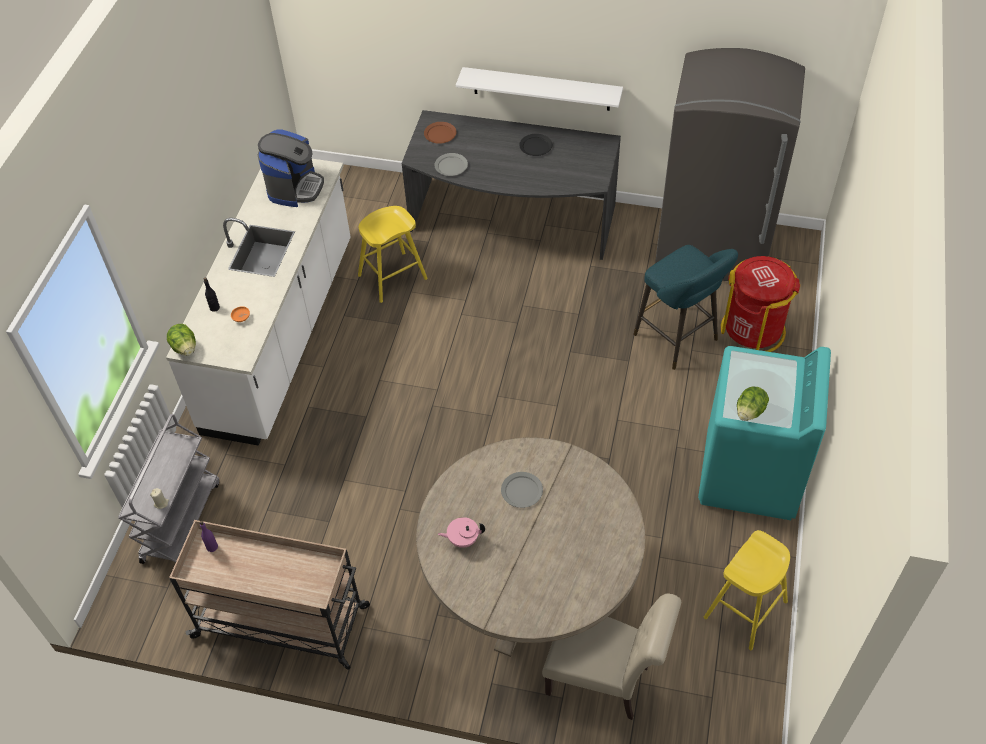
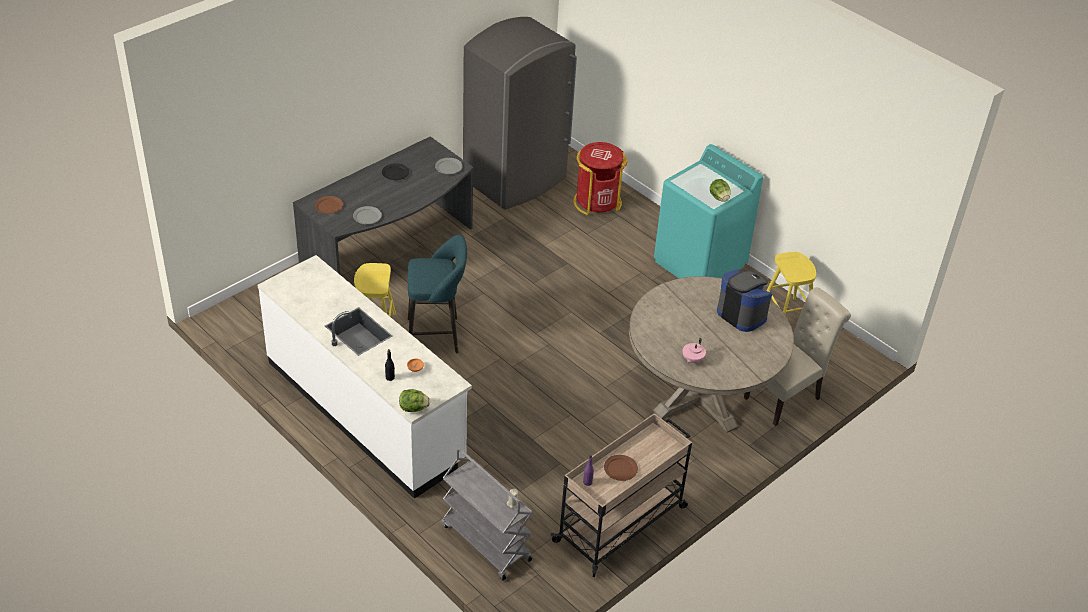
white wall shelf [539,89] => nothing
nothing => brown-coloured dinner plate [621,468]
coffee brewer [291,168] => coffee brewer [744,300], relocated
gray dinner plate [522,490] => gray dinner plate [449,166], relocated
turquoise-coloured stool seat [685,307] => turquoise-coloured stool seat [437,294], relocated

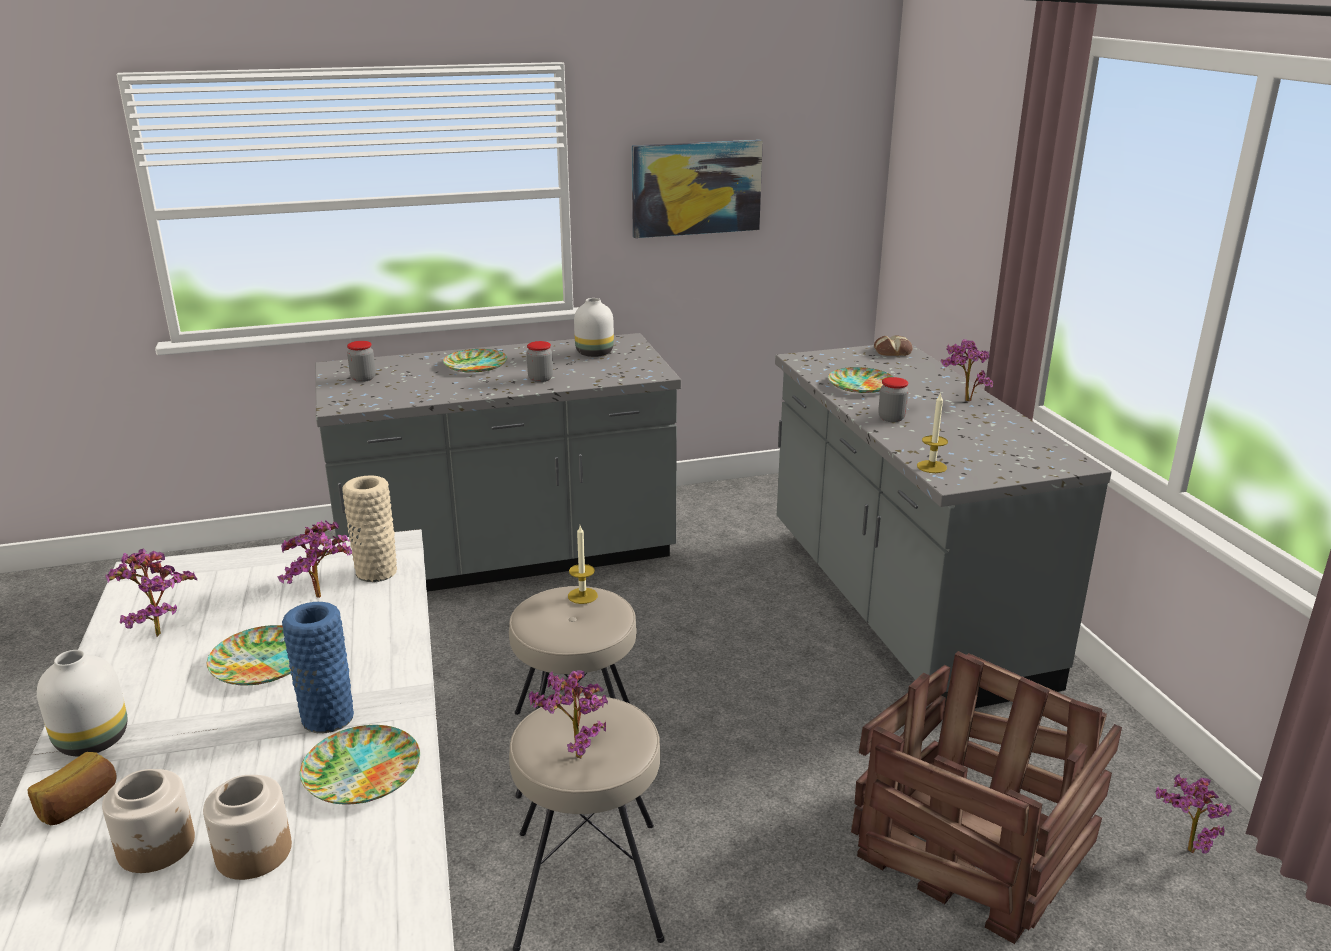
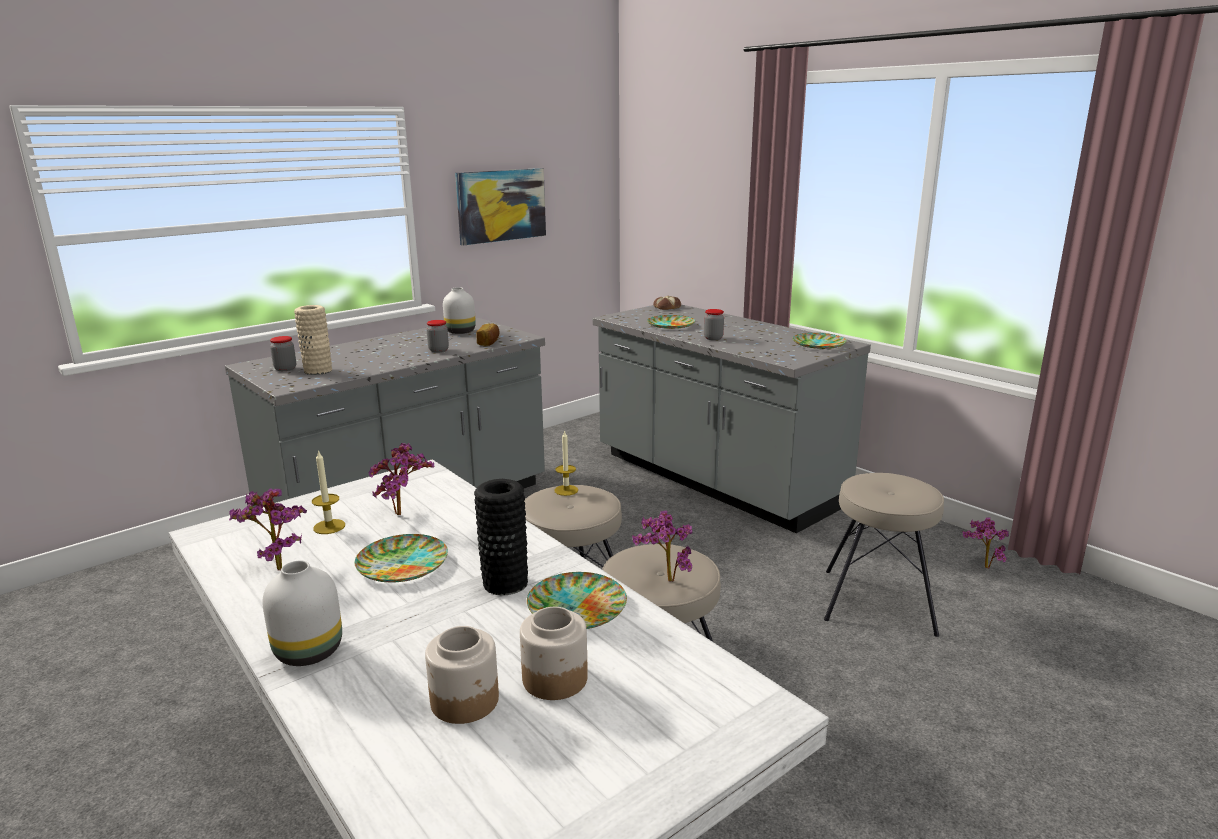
potted plant [967,370] => nothing
bakery bread [72,788] => bakery bread [487,334], relocated
beige-coloured vase [370,529] => beige-coloured vase [313,340], relocated
dinner plate [475,361] => dinner plate [819,341], relocated
candle [932,432] => candle [328,492], relocated
crate [986,797] => beige-coloured stool seat [884,555]
blue-coloured vase [318,667] => black vase [501,537]

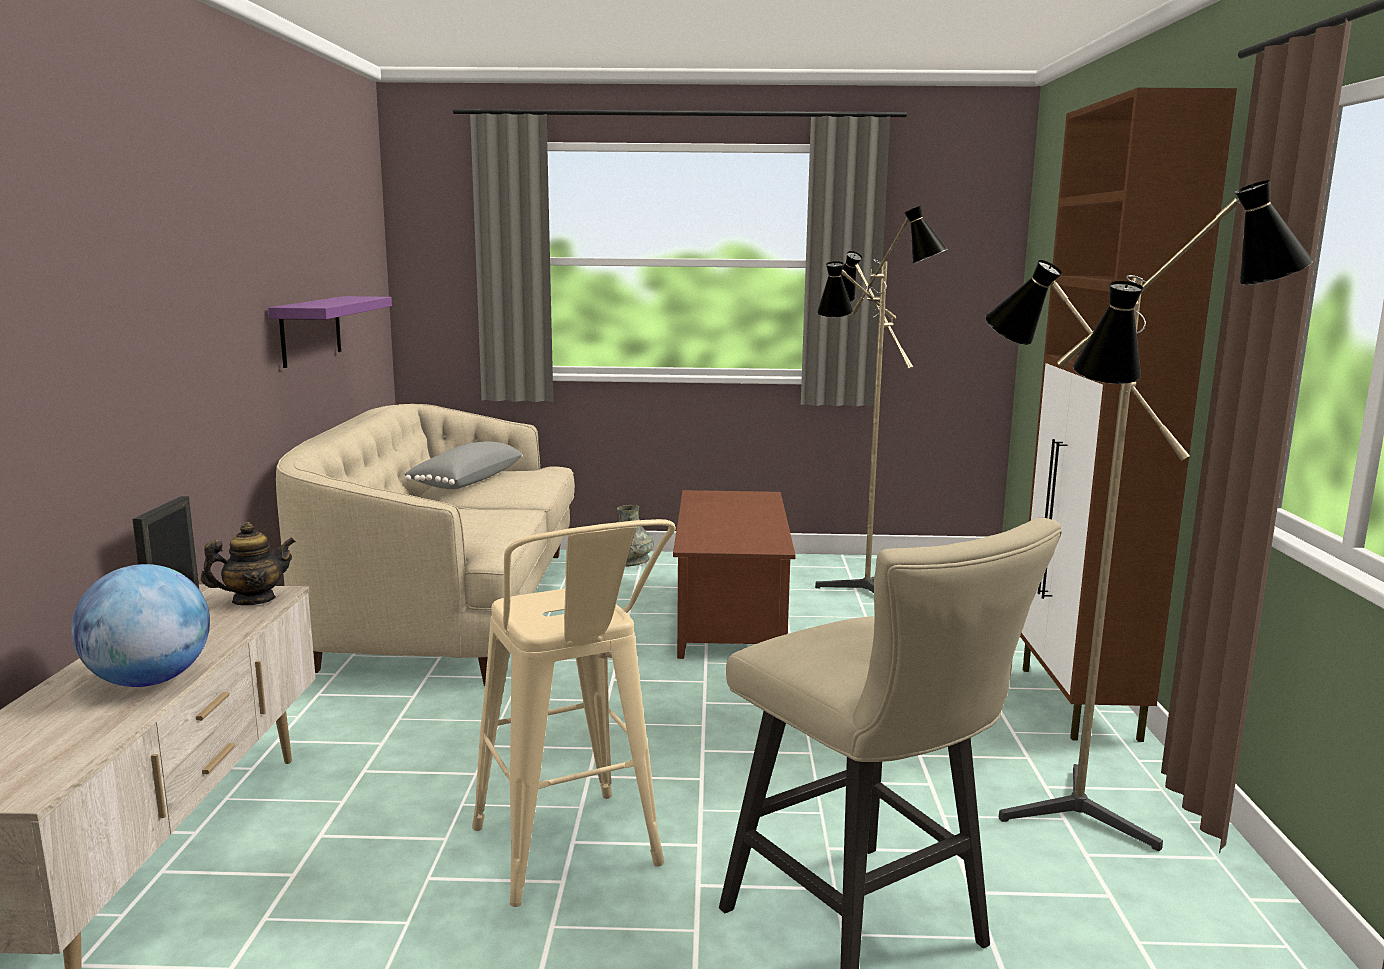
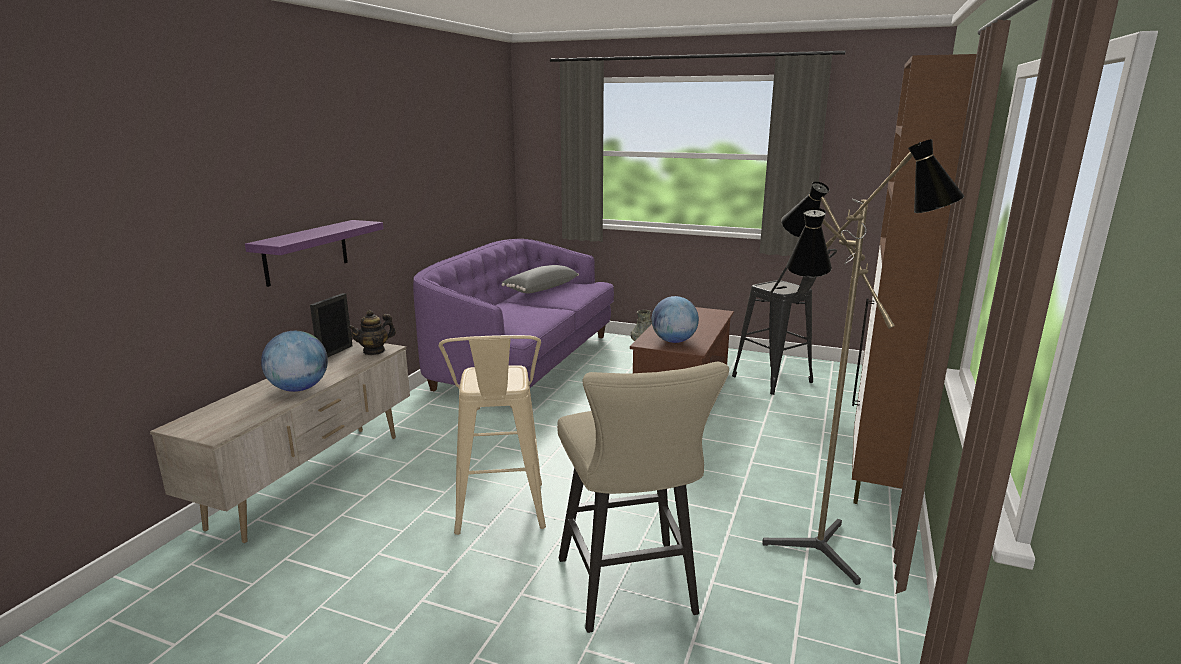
nothing => world globe [675,319]
purplish wall shelf [330,332] => purplish wall shelf [314,253], relocated
standing lamp [881,399] => black stool seat [784,322]
beige-coloured settee [425,545] => purplish settee [513,315]
teapot [248,563] => teapot [372,332], 150 degrees clockwise

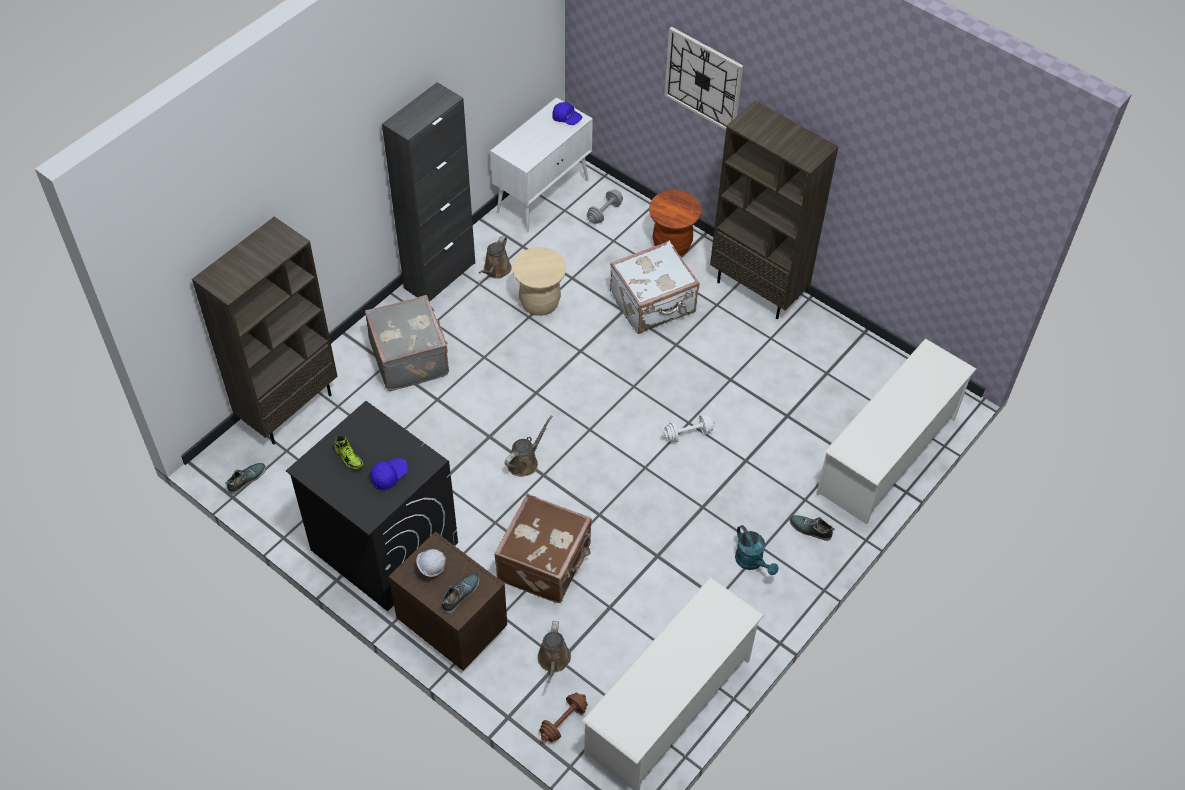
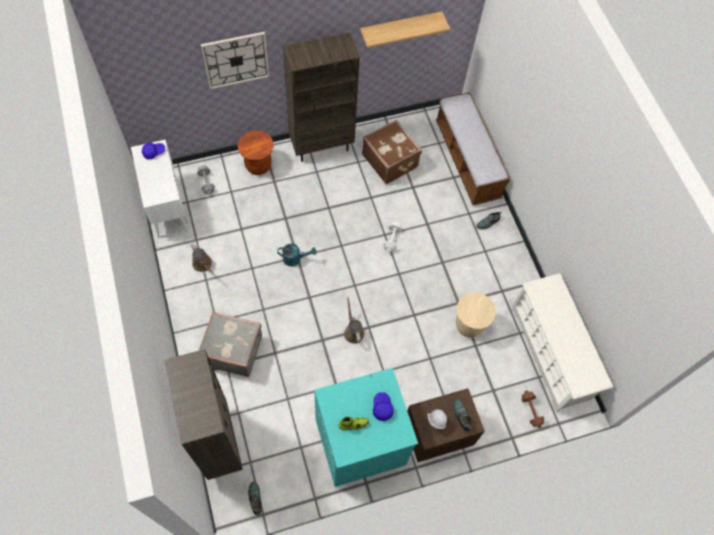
black storage cabinet [428,192] => nothing
brown-coloured watering can [554,652] => nothing
white piece of luggage [654,287] => nothing
nothing => wall shelf [405,29]
brown-coloured piece of luggage [543,548] => brown-coloured piece of luggage [392,152], relocated
beige-coloured stool seat [539,281] => beige-coloured stool seat [476,315], relocated
turquoise-coloured watering can [756,550] => turquoise-coloured watering can [297,255], relocated
white shoe rack [896,431] => long seat [473,148]
black laundry machine [372,506] => turquoise-coloured laundry machine [366,427]

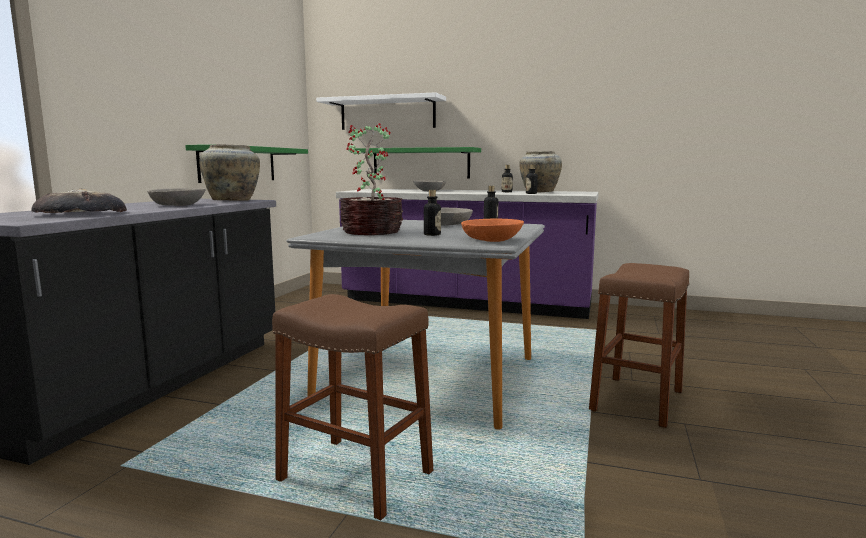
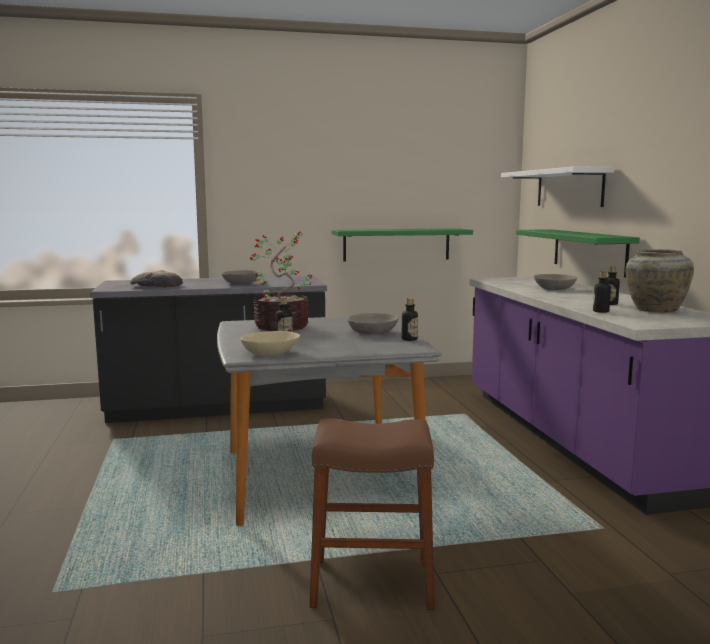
beige-coloured vase [230,172] => nothing
brown-coloured stool seat [352,407] => nothing
orange-coloured deep dish [492,230] => beige-coloured deep dish [270,343]

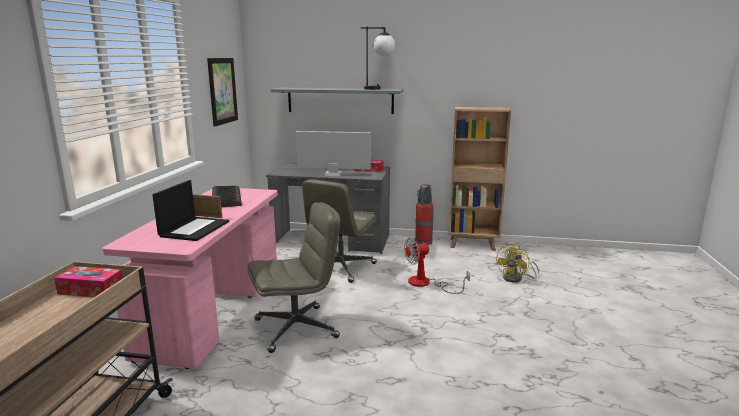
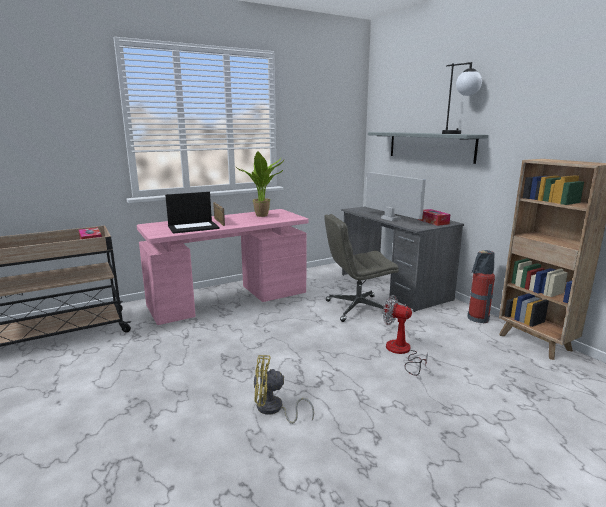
picture [222,92] => nothing
gray desk chair [293,277] => nothing
yellow-coloured cooling fan [517,263] => yellow-coloured cooling fan [284,389], relocated
keyboard [227,196] => potted plant [259,184]

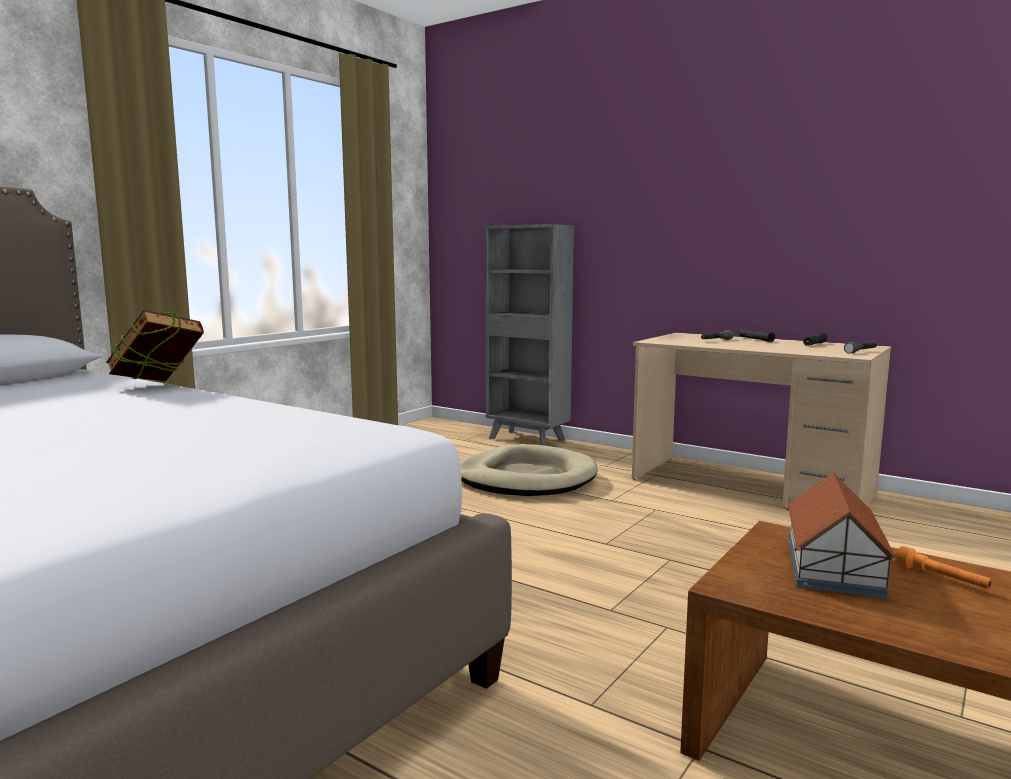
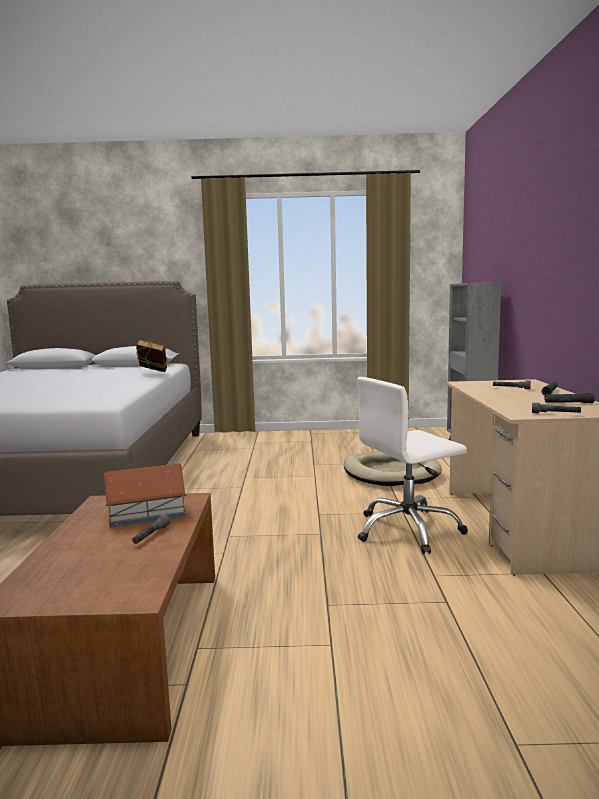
nothing => white desk chair [412,465]
orange-coloured hand torch [943,567] => gray hand torch [151,529]

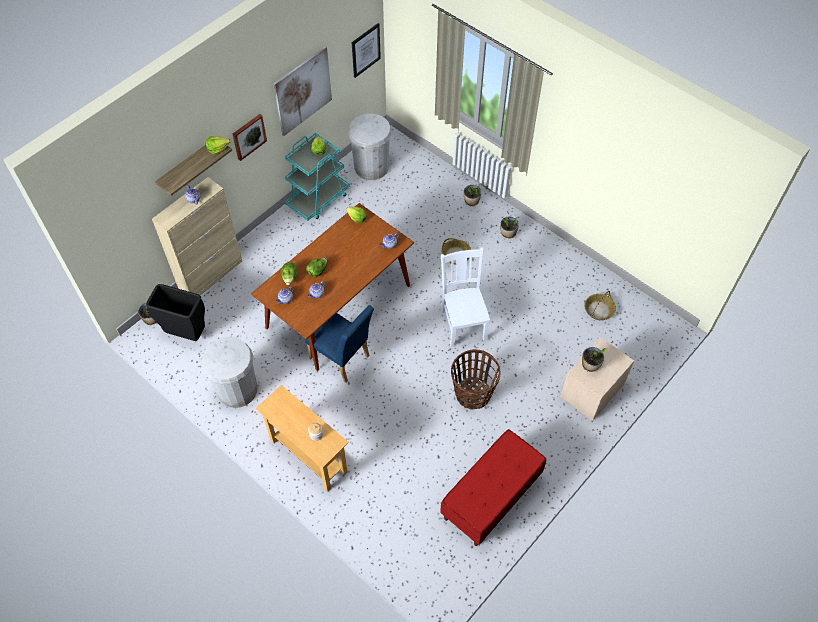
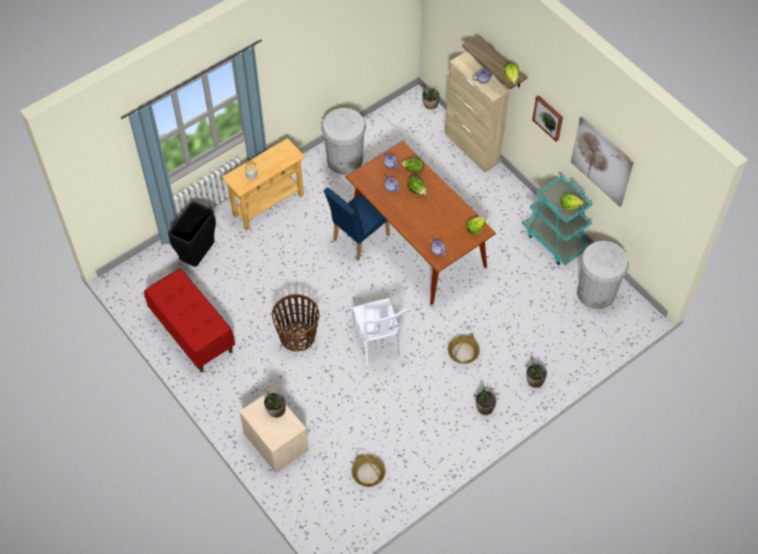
picture [366,50] => nothing
black rubbish bin [175,312] => black rubbish bin [192,234], relocated
white chair [465,297] => white chair [380,332], 75 degrees clockwise

